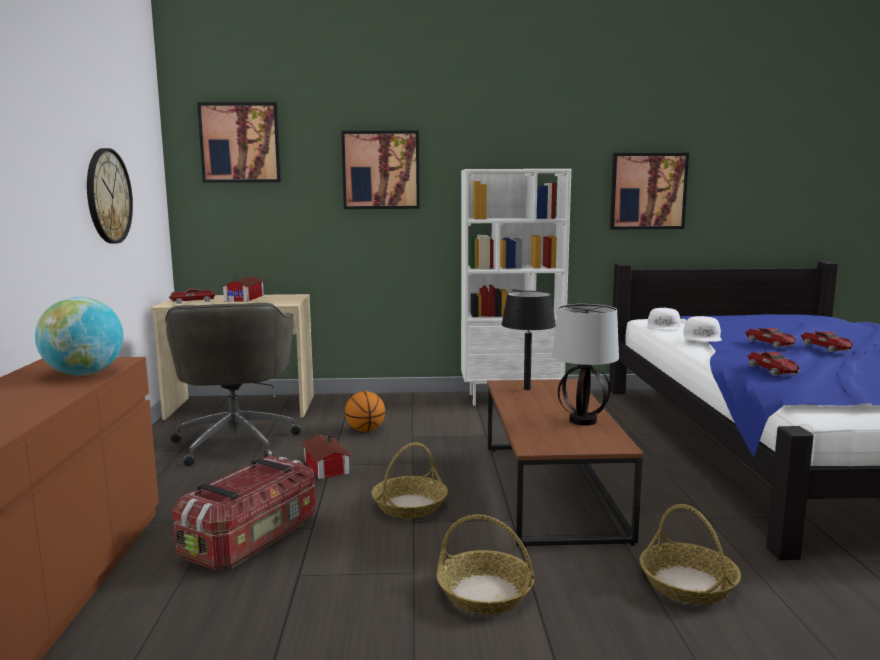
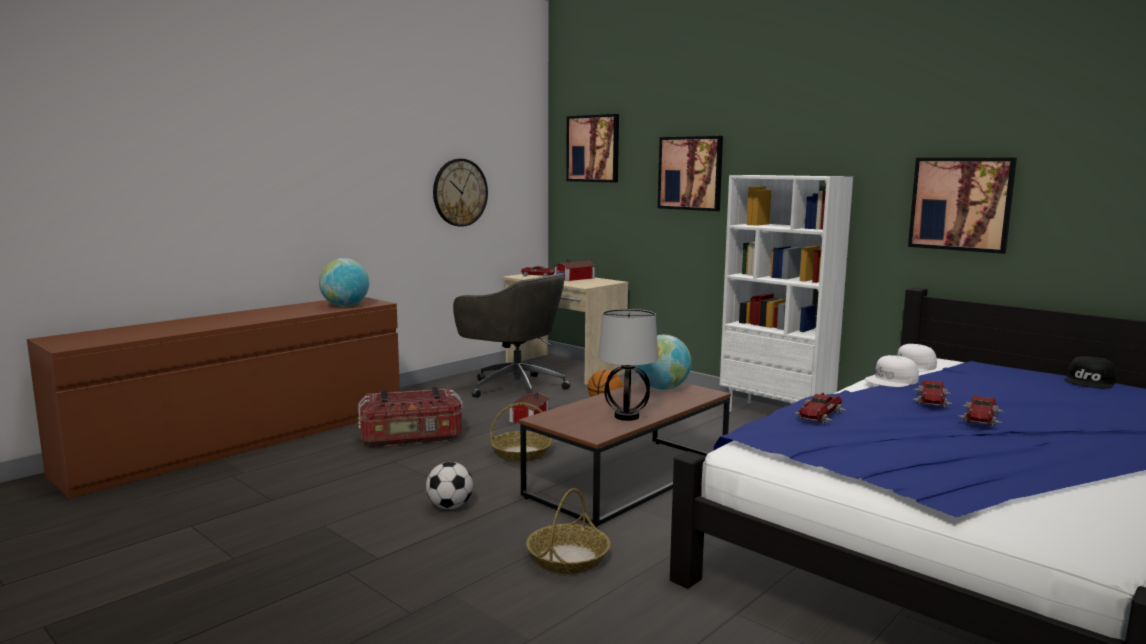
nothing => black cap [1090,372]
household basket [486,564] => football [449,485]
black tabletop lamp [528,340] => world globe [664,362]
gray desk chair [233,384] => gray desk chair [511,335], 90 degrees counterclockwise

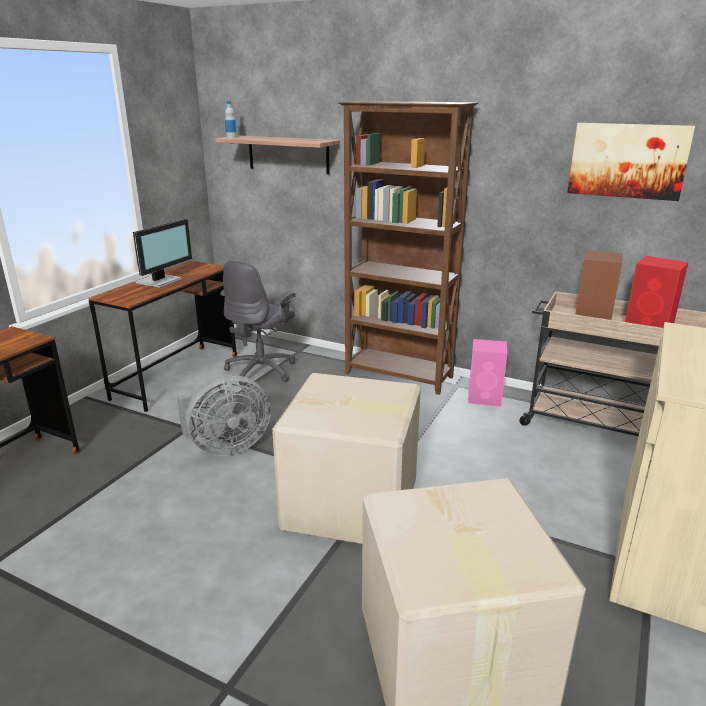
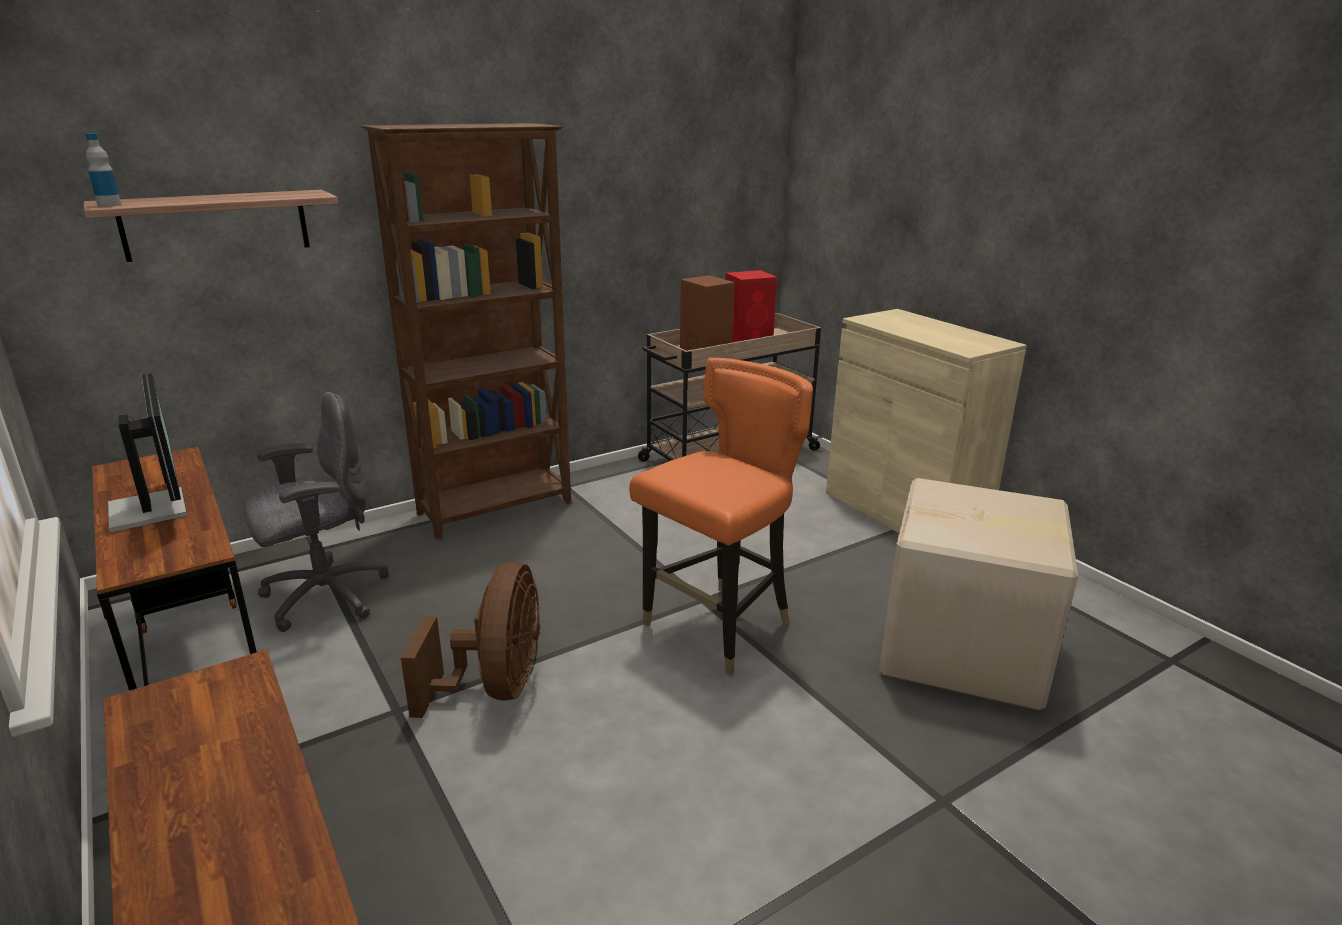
pinkish speaker [487,373] => nothing
picture [631,162] => nothing
carton [346,458] => orange-coloured chair [721,517]
gray cooling fan [224,415] => brown-coloured cooling fan [470,639]
gray desk chair [258,323] => gray desk chair [316,512], 90 degrees counterclockwise

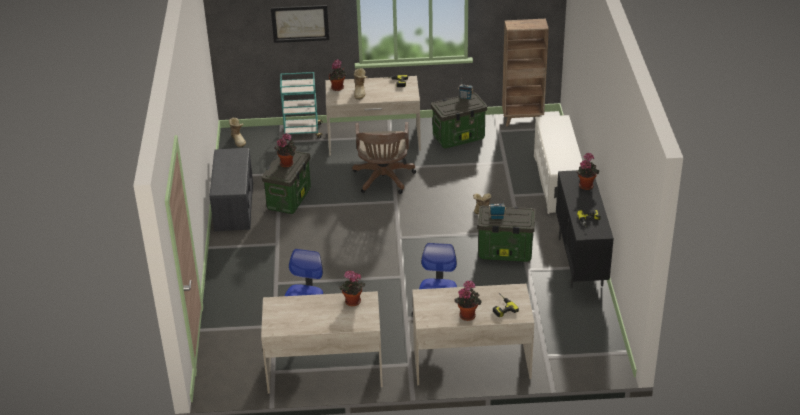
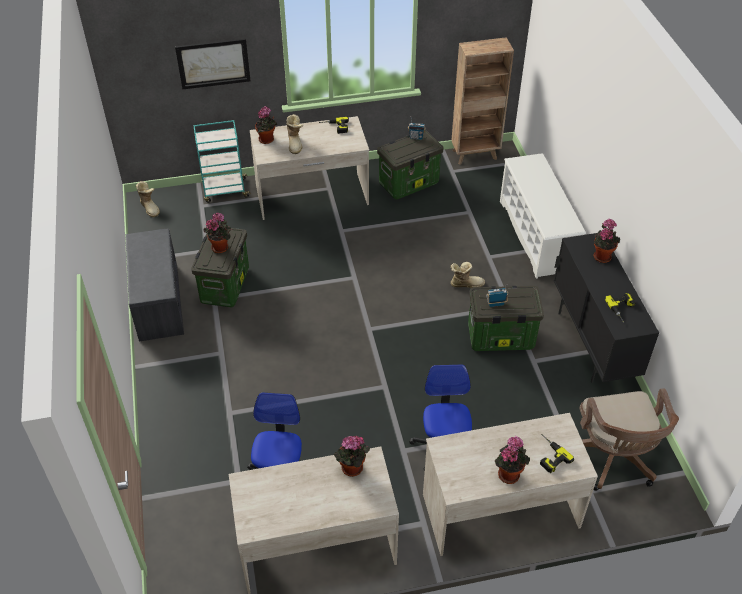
brown-coloured desk chair [384,158] => brown-coloured desk chair [629,439], relocated

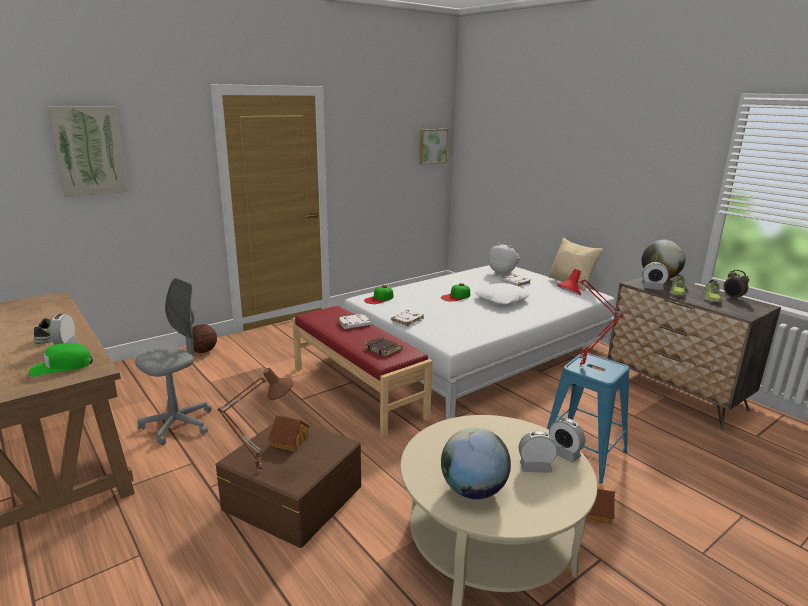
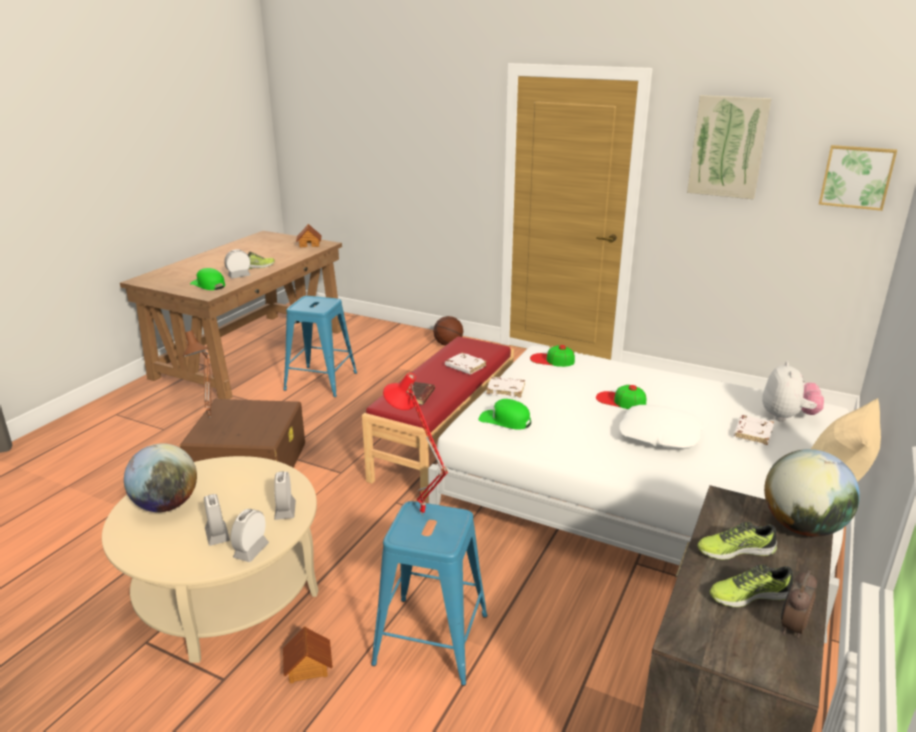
nothing => green-coloured cap [505,414]
picture [88,151] => picture [729,147], relocated
toy house [289,434] => toy house [309,236], relocated
alarm clock [655,276] => alarm clock [285,496], relocated
gray desk chair [173,361] => blue-coloured stool seat [320,346]

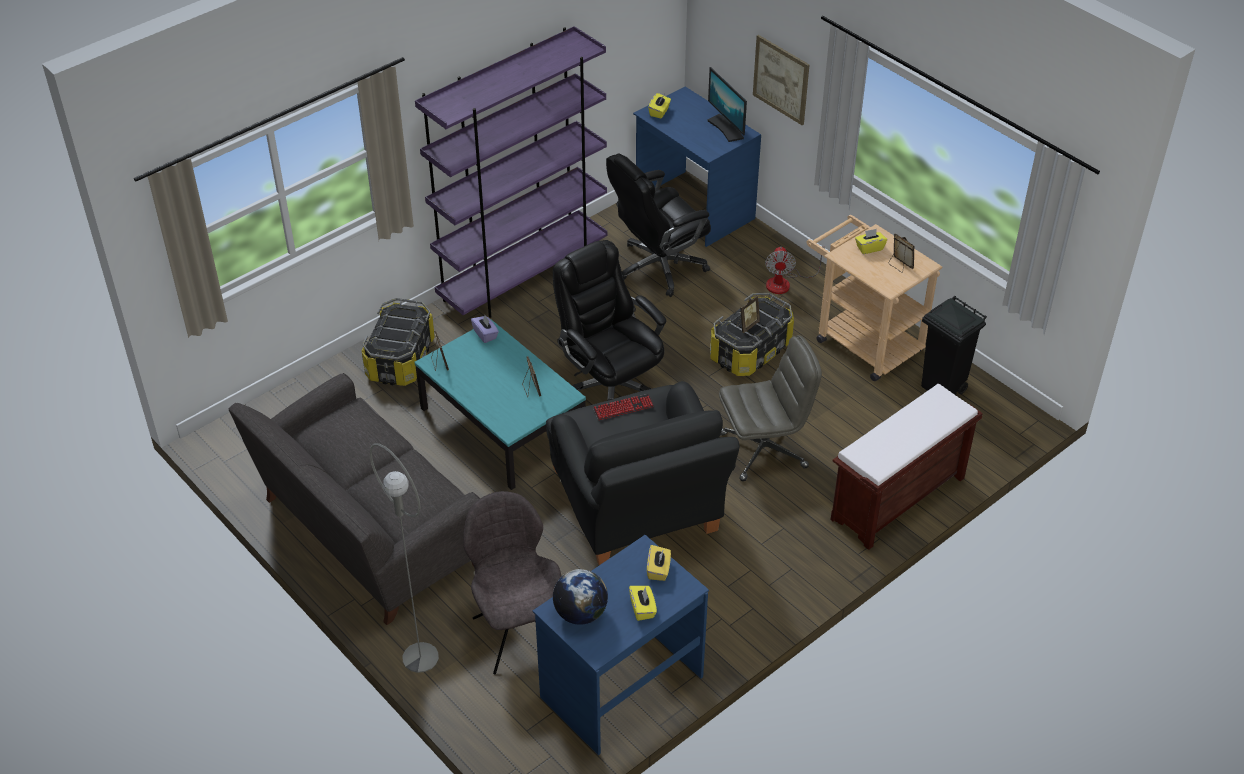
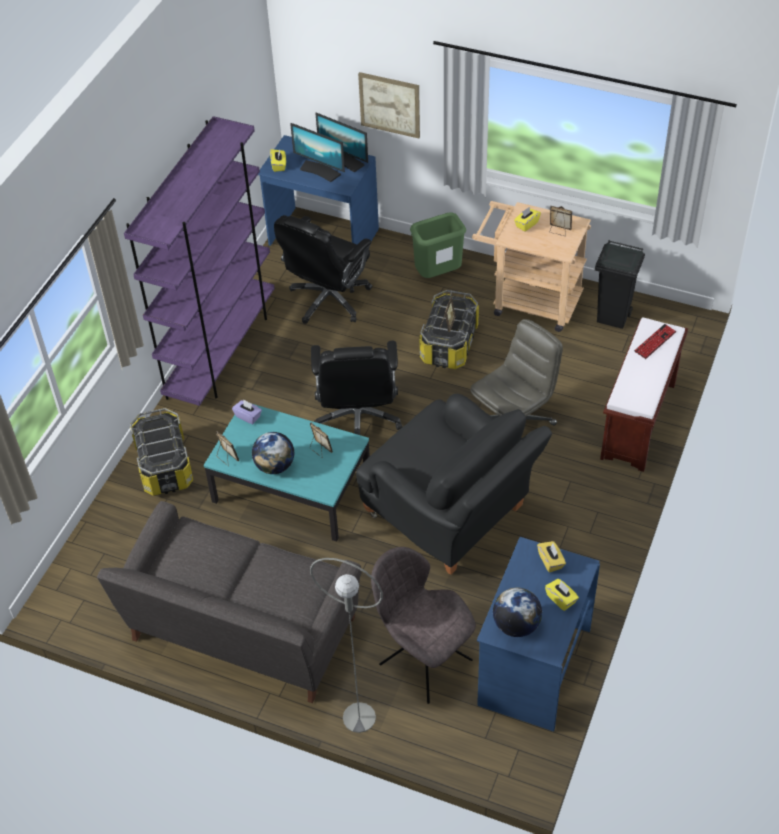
nothing => world globe [273,453]
nothing => monitor [317,152]
keyboard [623,407] => keyboard [655,341], relocated
cooling fan [795,270] => green-coloured rubbish bin [438,245]
black desk chair [609,320] => black desk chair [357,388], 120 degrees counterclockwise

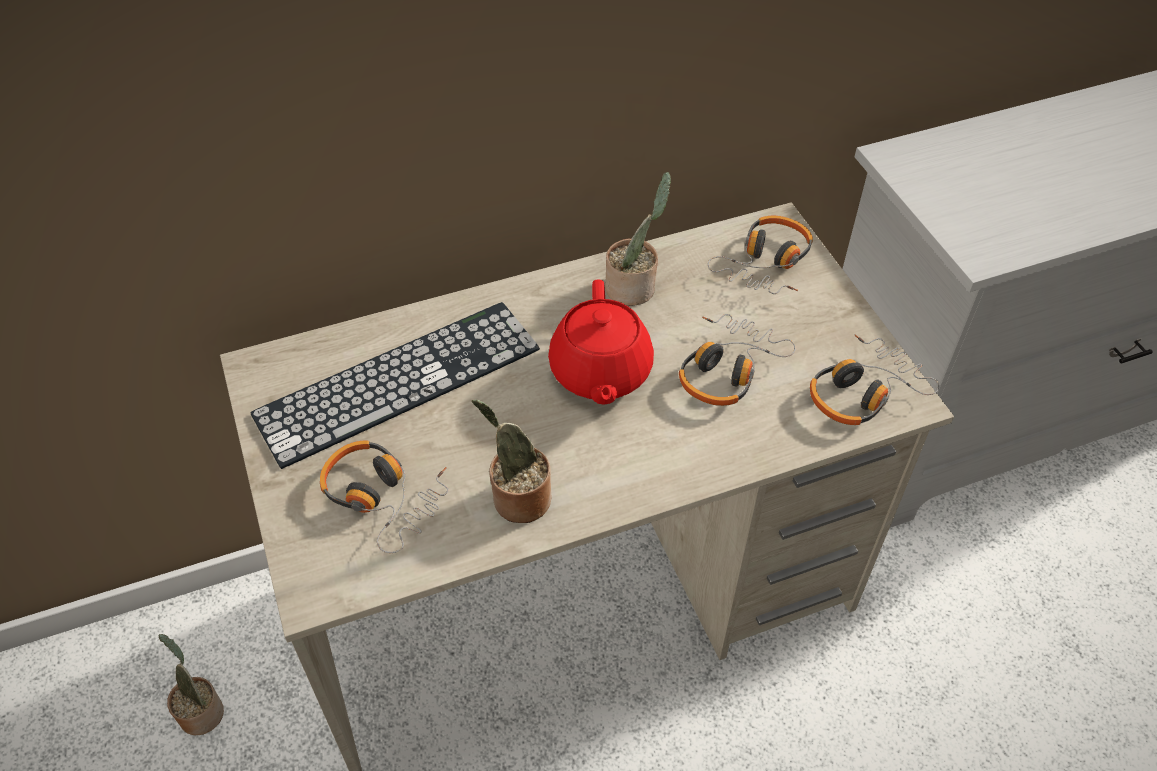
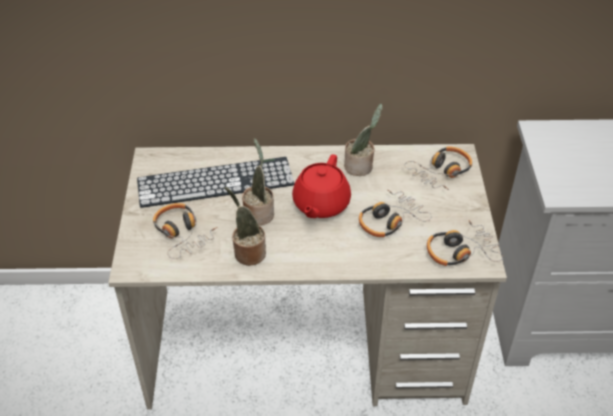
potted plant [191,684] => potted plant [258,182], relocated

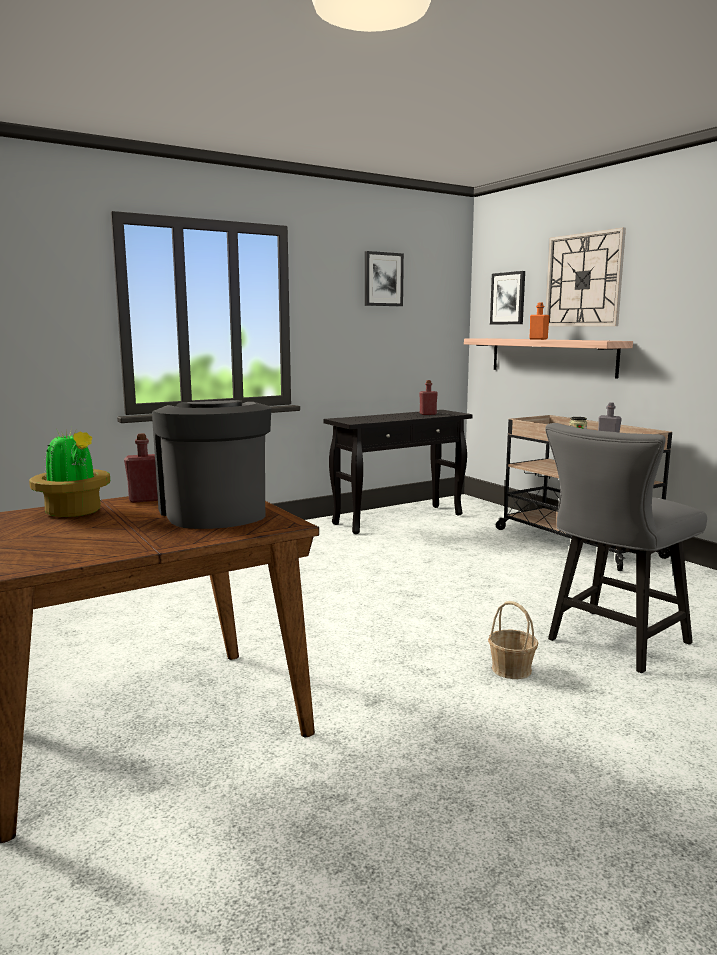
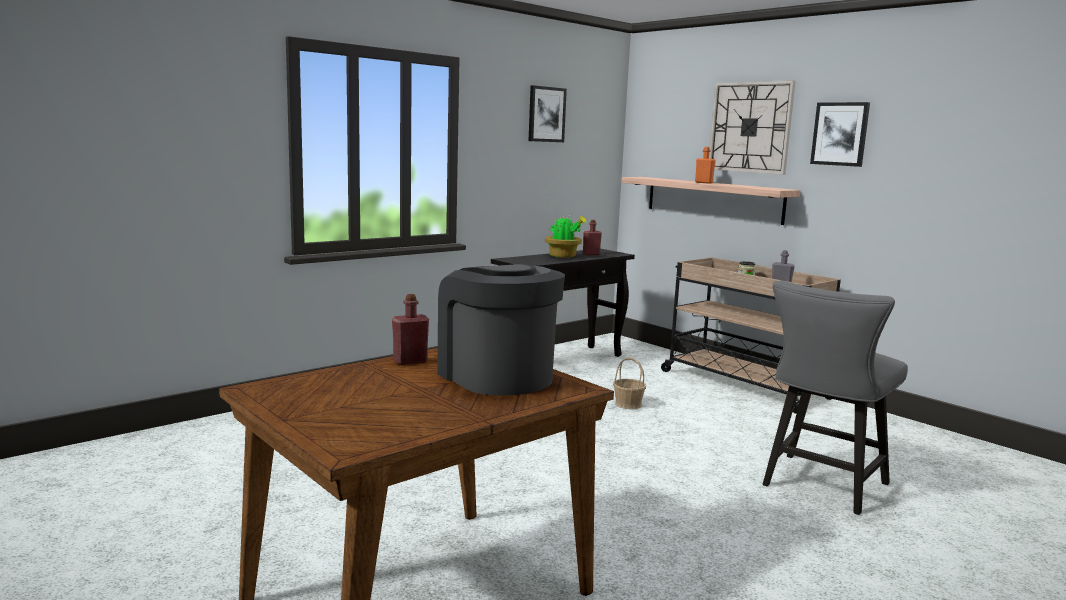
potted plant [69,472] => potted plant [566,237], relocated
household basket [513,640] => household basket [629,383], relocated
picture [507,297] => picture [840,134], relocated

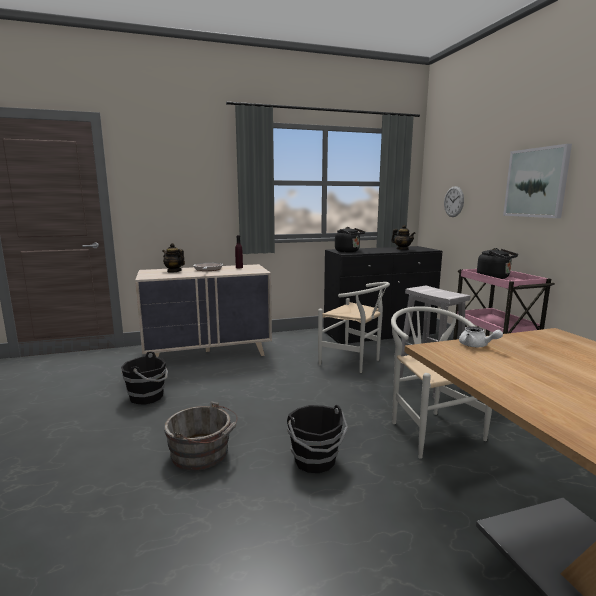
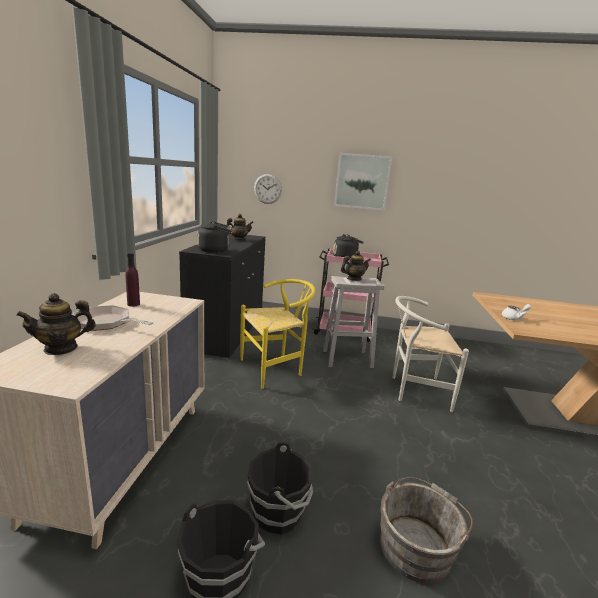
nothing => teapot [356,266]
black bucket [317,439] => black bucket [280,488], relocated
white chair [354,327] => yellow-coloured chair [277,334]

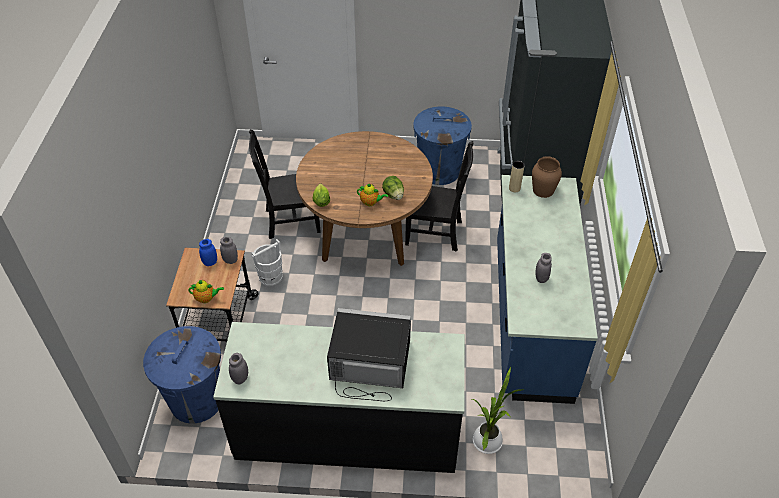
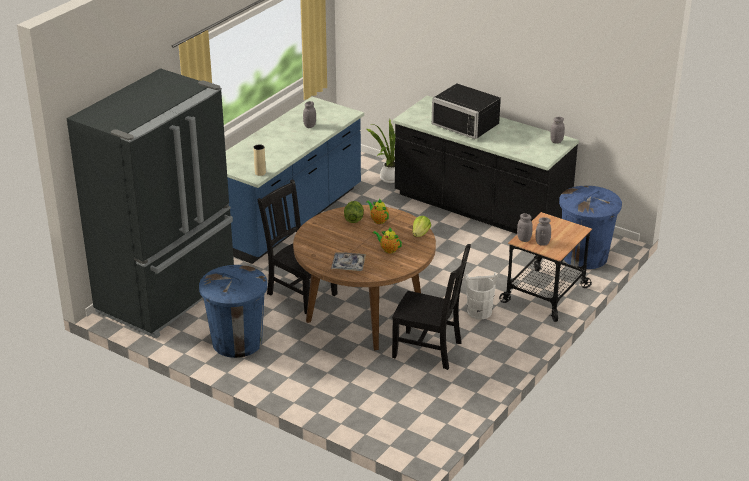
brown-coloured vase [547,177] => nothing
nothing => tray [348,261]
teapot [206,291] => teapot [387,240], relocated
blue-coloured preserve jar [208,252] => gray preserve jar [543,231]

